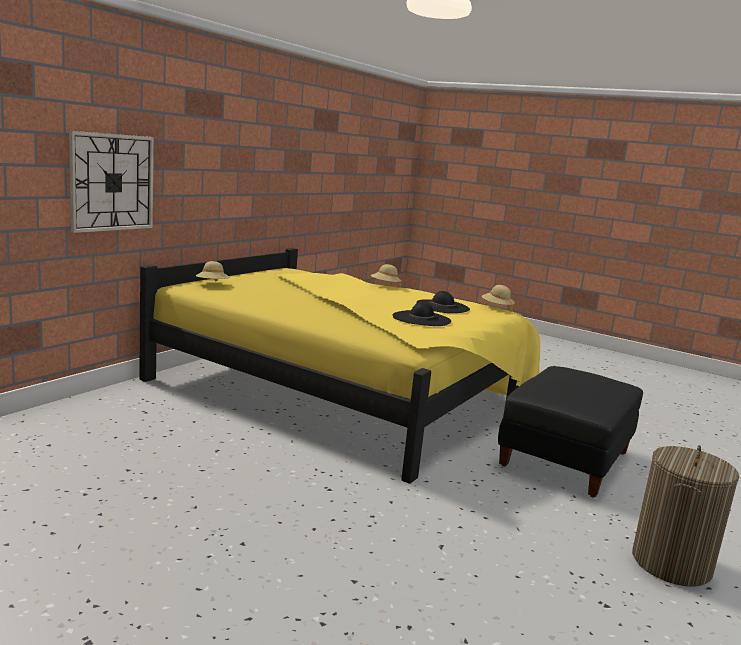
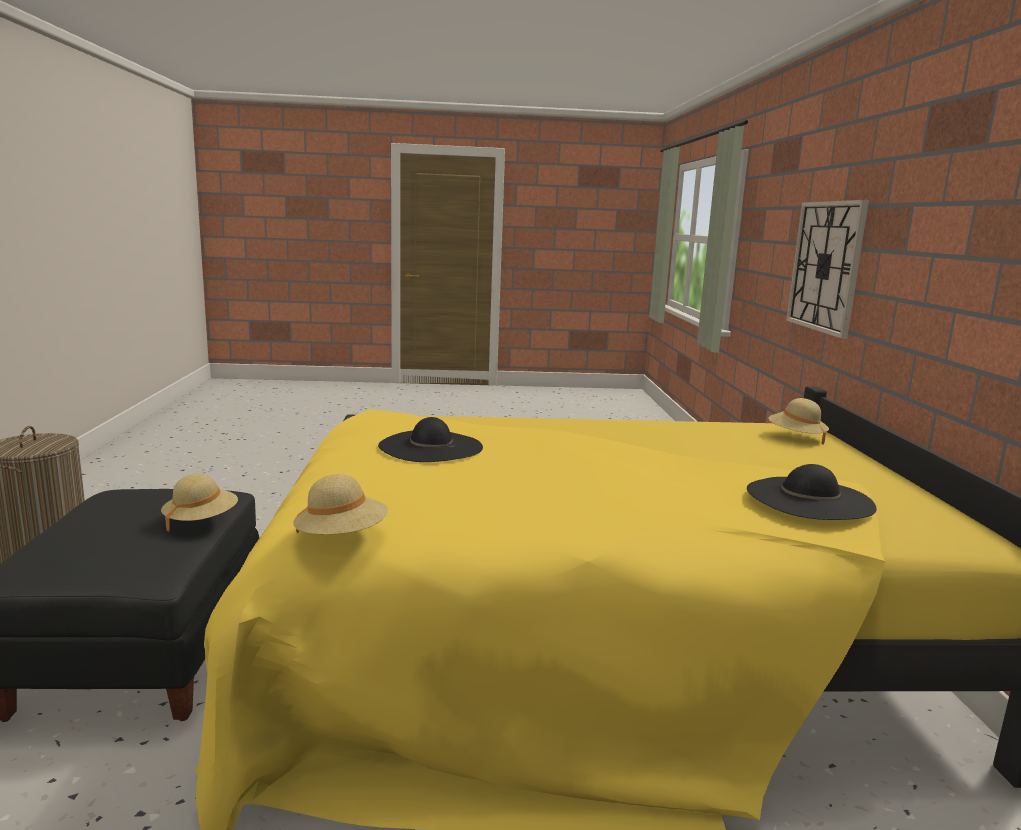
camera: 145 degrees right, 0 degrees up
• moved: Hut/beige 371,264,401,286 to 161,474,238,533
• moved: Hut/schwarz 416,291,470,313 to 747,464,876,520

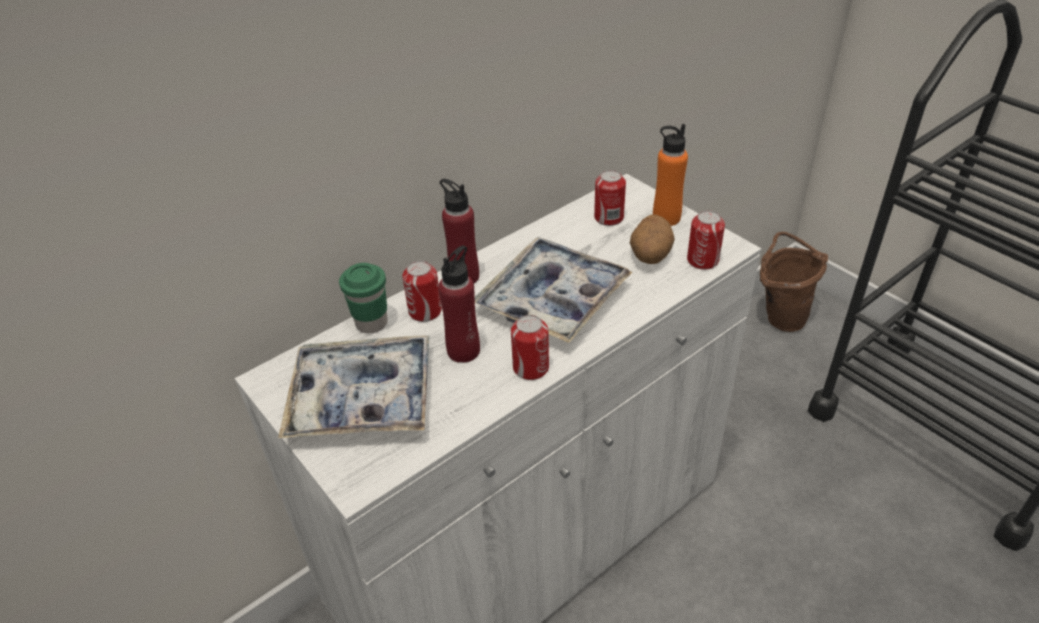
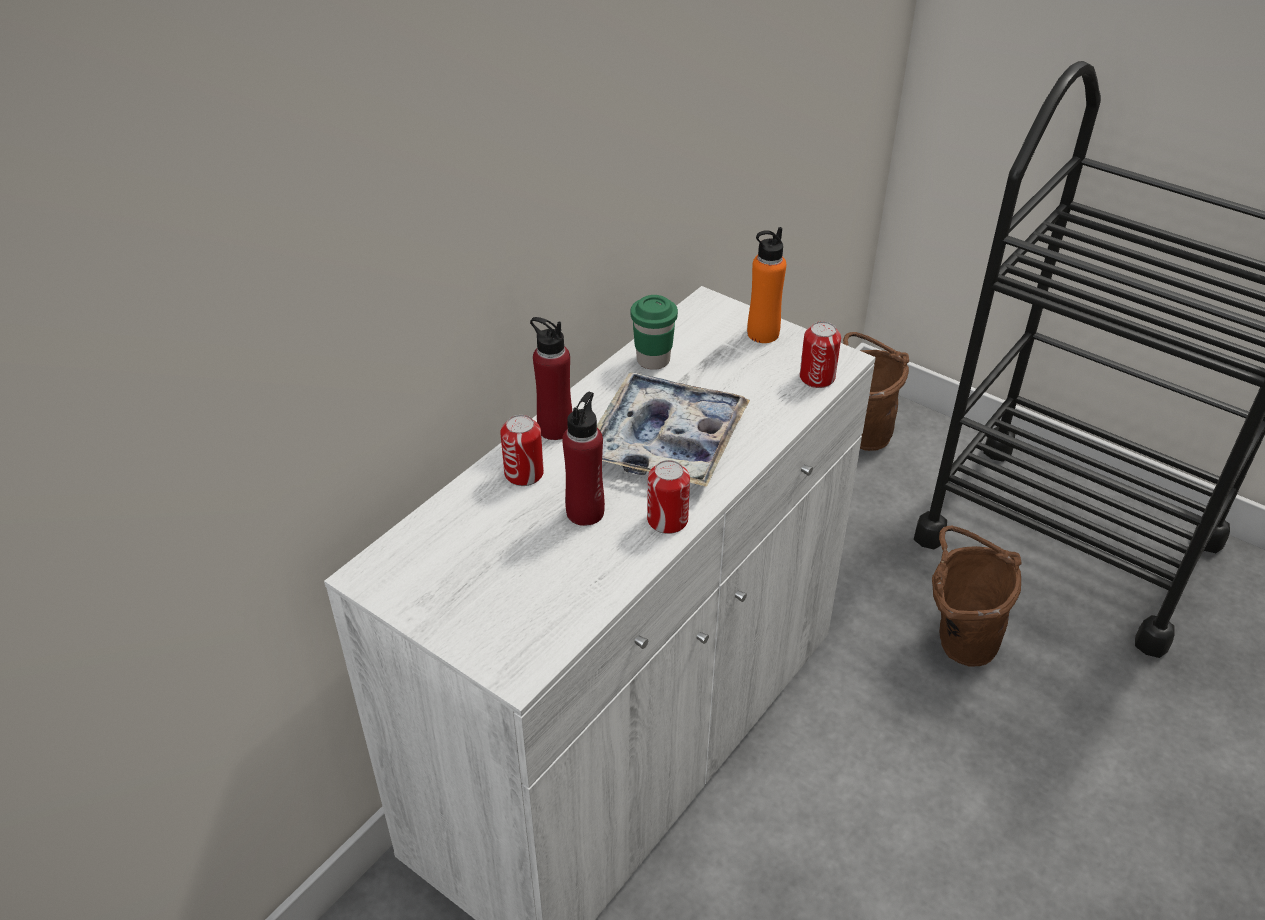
camera: 15 degrees left, 0 degrees up
• removed: Tablett 278,335,430,438
• removed: Dose 594,170,626,226
• removed: Kartoffel 630,215,675,264
• added: Eimer/braun 932,526,1021,667
• moved: Tasse/grün 339,263,387,333 to 631,295,678,370

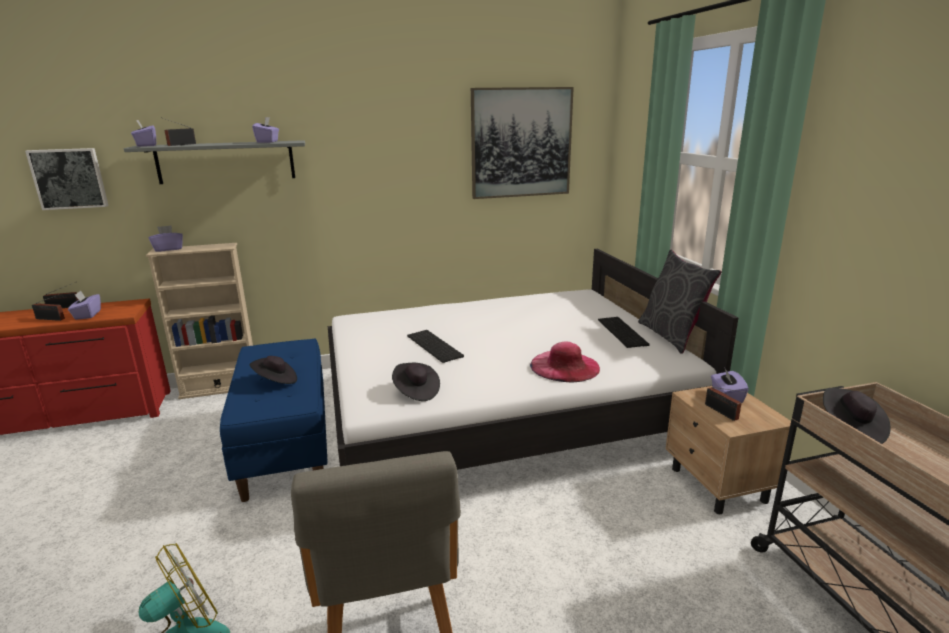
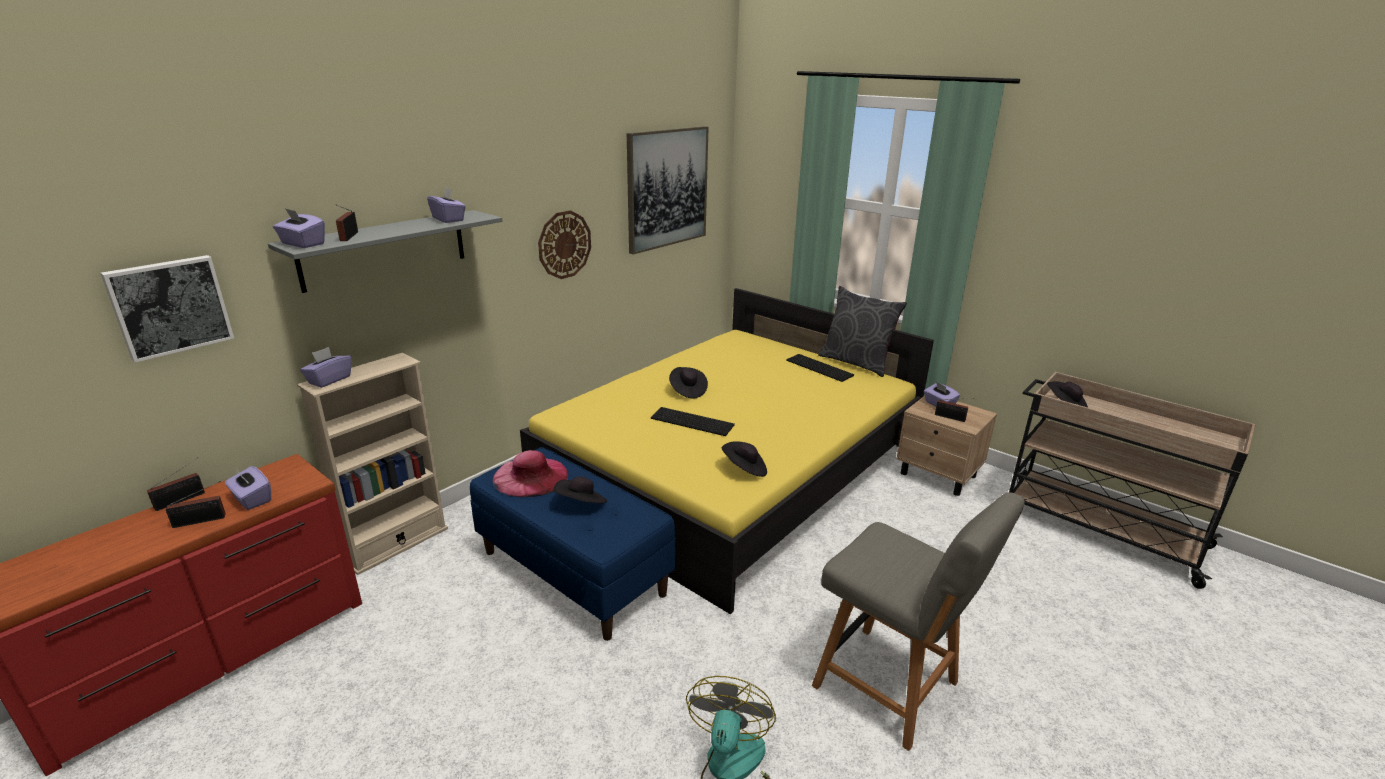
camera: 35 degrees left, 5 degrees up
• added: Wanduhr 538,210,591,279
• added: Hut/schwarz 669,367,708,399
• moved: Hut/rosa 530,342,600,383 to 493,450,568,497
• recoloured: Bett/weiß 328,249,738,470 to Bett/gelb 520,288,934,614

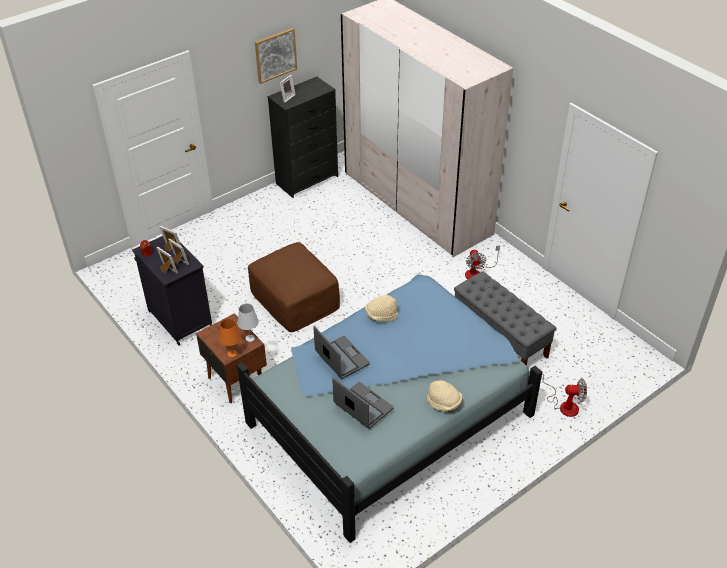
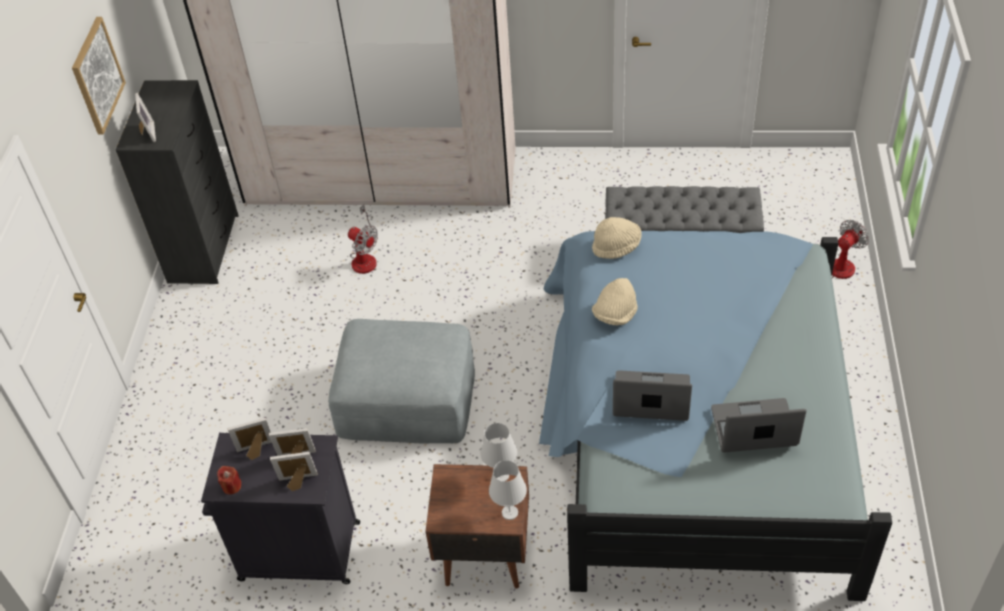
camera: 45 degrees left, 5 degrees up
• moved: Hut/beige 427,380,462,411 to 592,217,642,259
• moved: Ventilator 465,246,500,279 to 348,204,378,274
• recoloured: Tischlampe/orange 219,319,241,357 to Tischlampe/weiß 489,460,527,520
• recoloured: Polsterhocker/braun 248,242,340,332 to Polsterhocker/grau 328,319,475,443

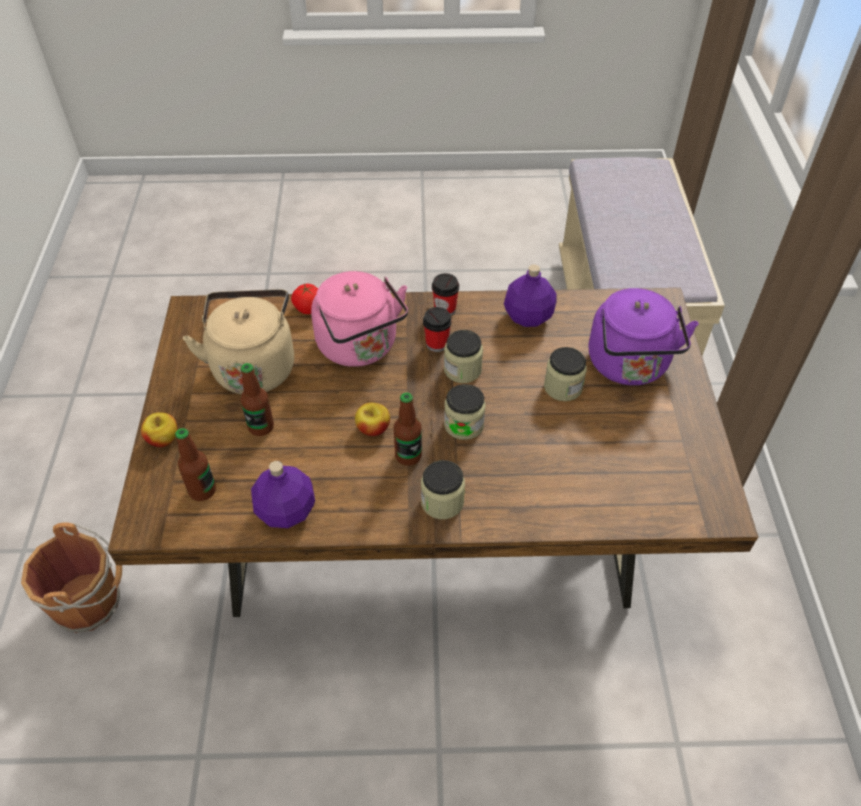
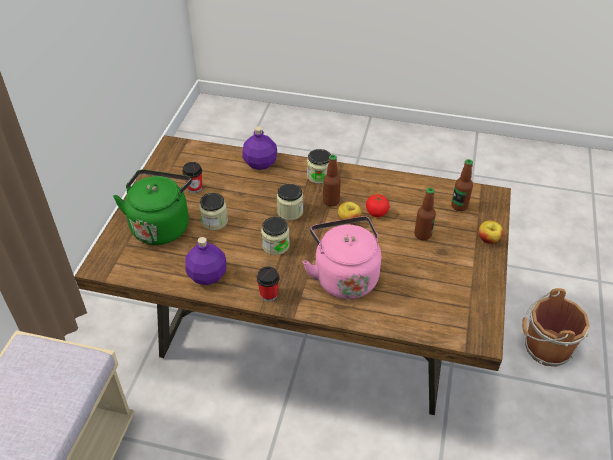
camera: 165 degrees left, 5 degrees down
• removed: Wasserkessel/beige 183,289,294,395
• moved: Flasche/lila 251,461,315,528 to 242,126,277,170
• moved: Tomate 291,283,318,314 to 366,194,390,217
• moved: Tasse 423,307,452,352 to 182,162,202,193
• recoloured: Wasserkessel/lila 589,288,699,385 to Wasserkessel/grün 113,169,192,245

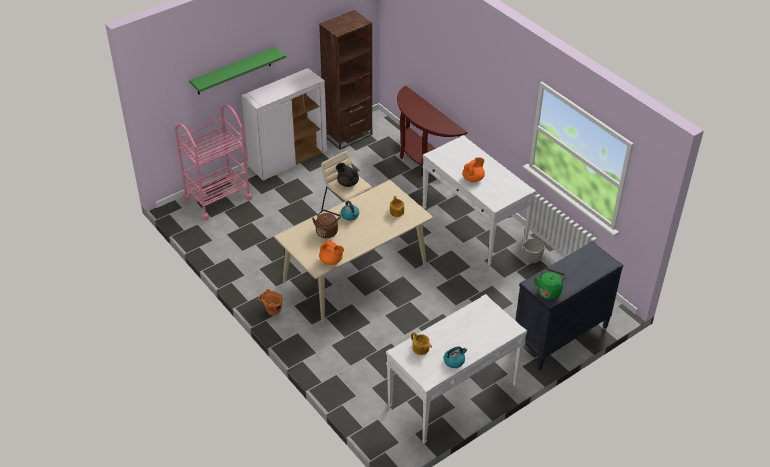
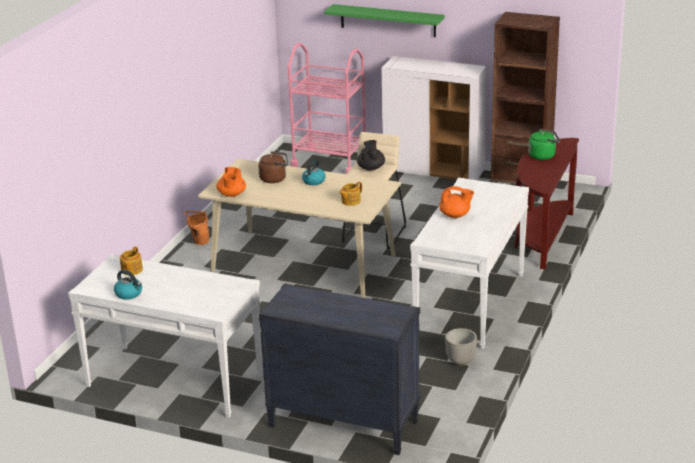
camera: 60 degrees right, 15 degrees down
• moved: Wasserkessel/grün 534,268,566,300 to 528,129,560,160

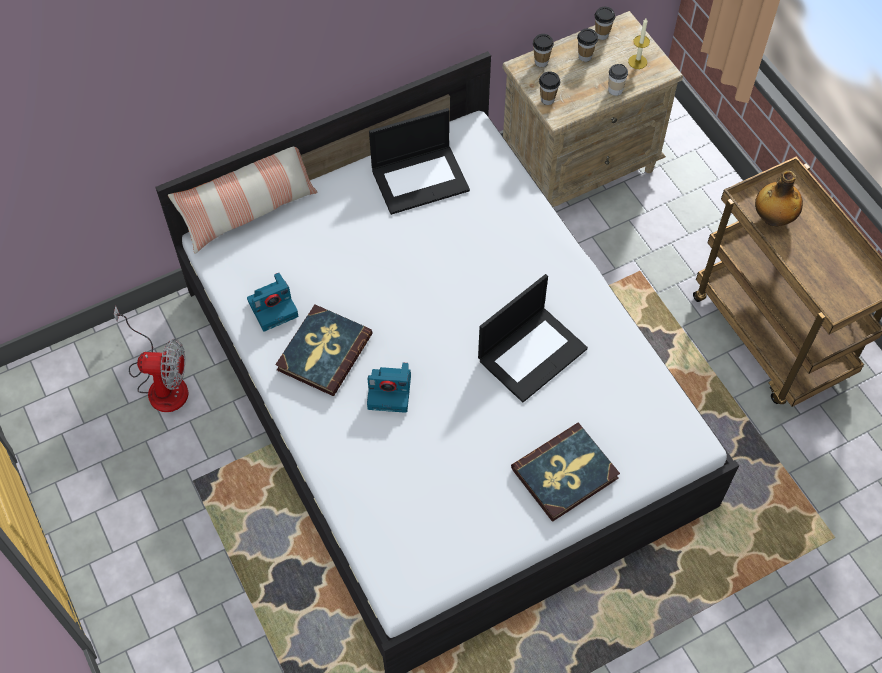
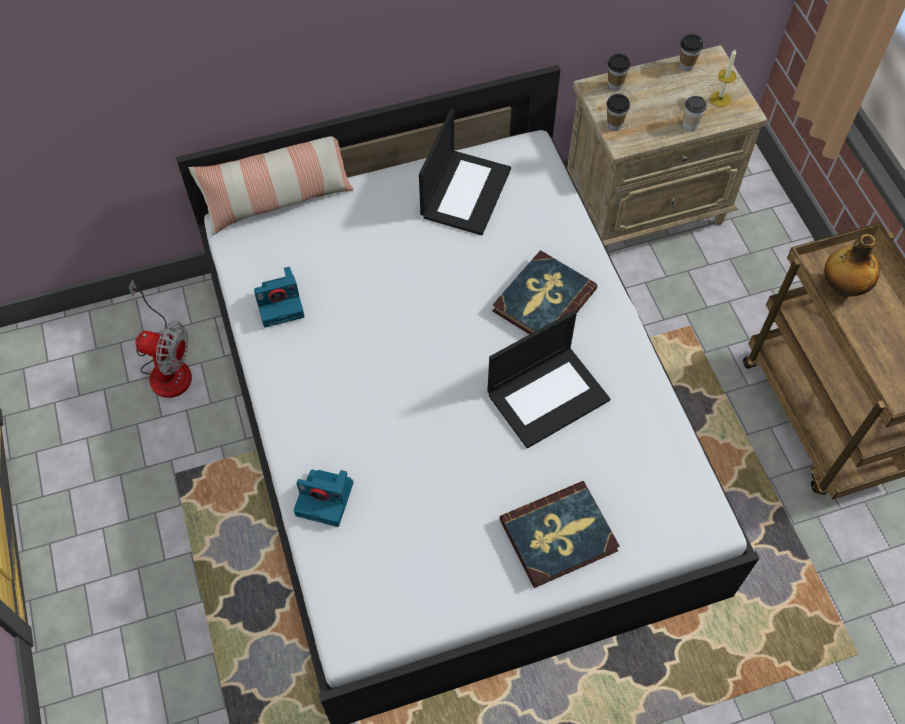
camera: 10 degrees right, 0 degrees up
• removed: Tasse 577,28,598,62
• moved: Buch 275,304,373,396 to 492,250,597,334
• moved: Kamera 367,363,411,413 to 294,469,354,527
• turned: Laptop 369,108,470,215 = 419,109,511,235 60 degrees counterclockwise

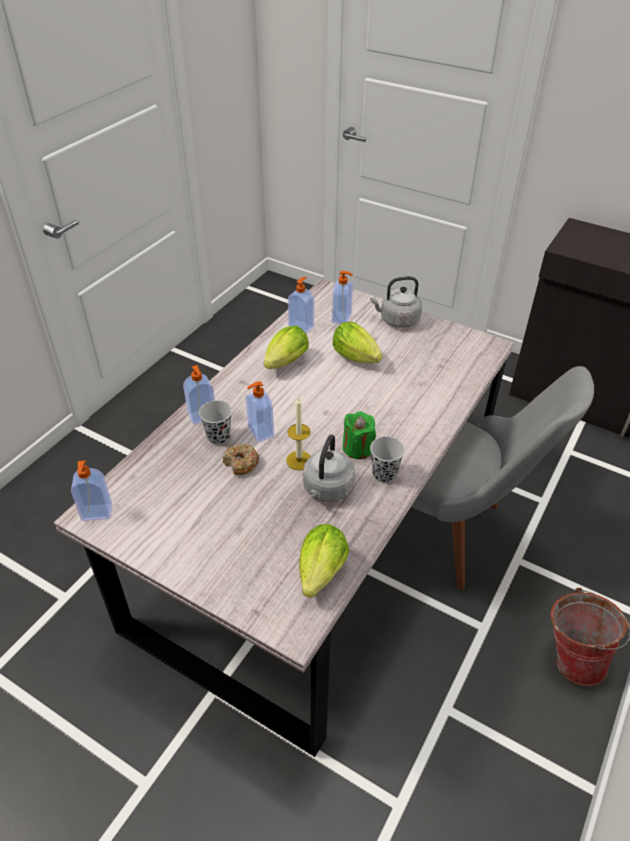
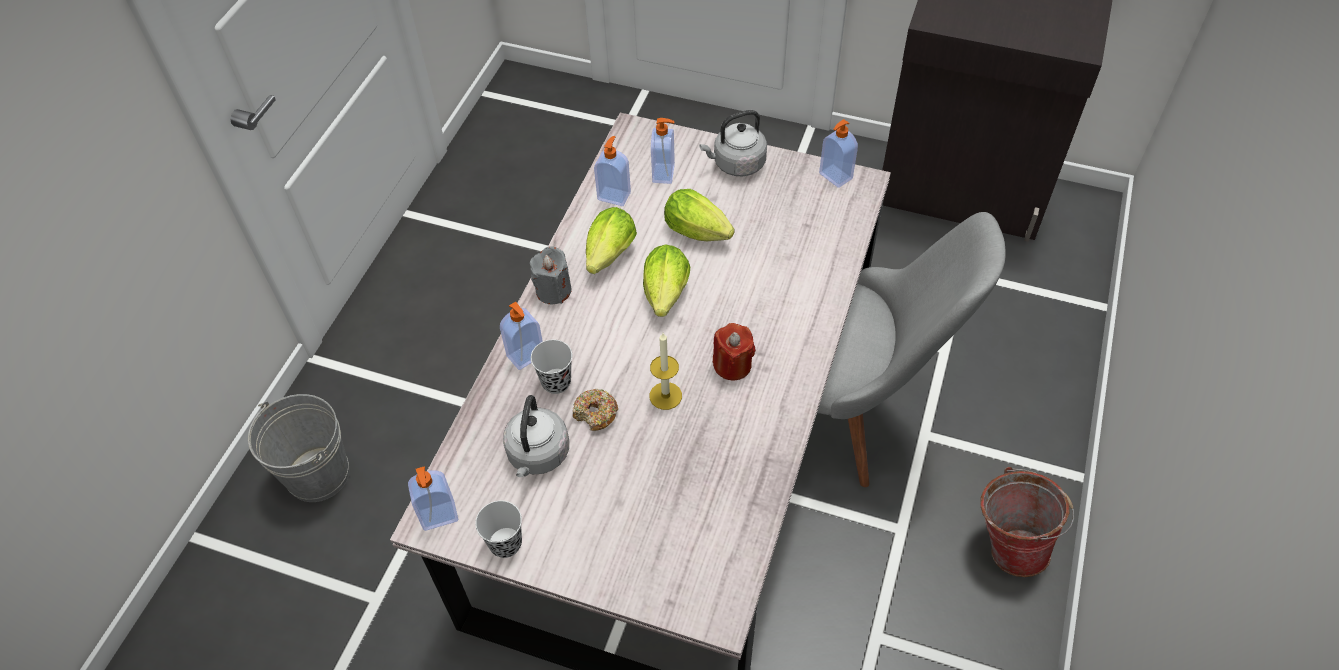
camera: 10 degrees left, 10 degrees up
• added: Eimer/grau 248,394,349,502
• added: Kerze/grau 530,246,572,304
• moved: Seifenspender 246,381,274,443 to 819,119,858,188
• moved: Salatkopf 299,524,349,598 to 643,244,690,317
• moved: Wasserkessel/grau 303,434,355,502 to 503,395,569,477
• moved: Tasse/schwarz 370,436,405,483 to 475,501,522,558
• recoloured: Kerze/grün 343,411,376,459 to Kerze/rot 713,323,756,380

